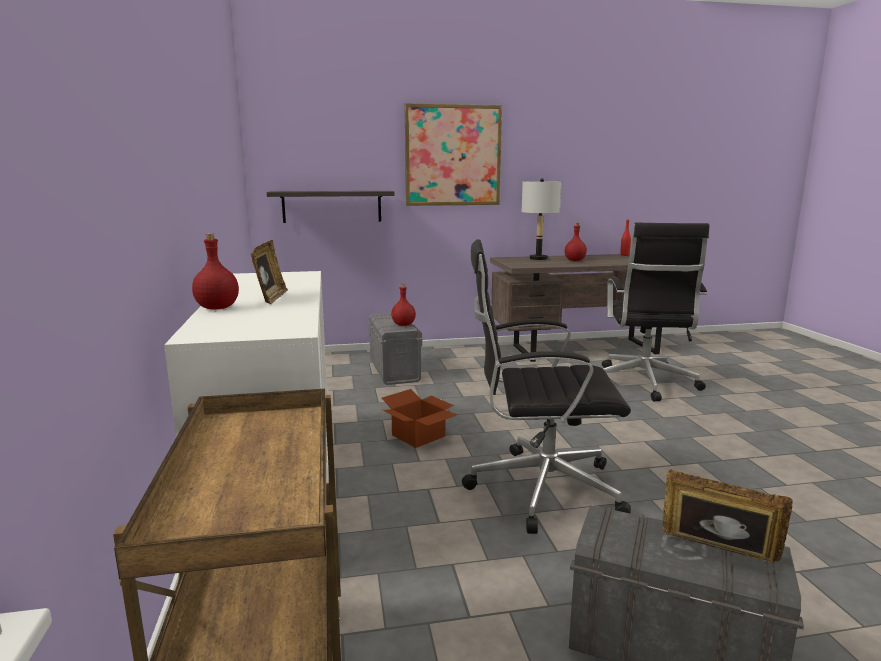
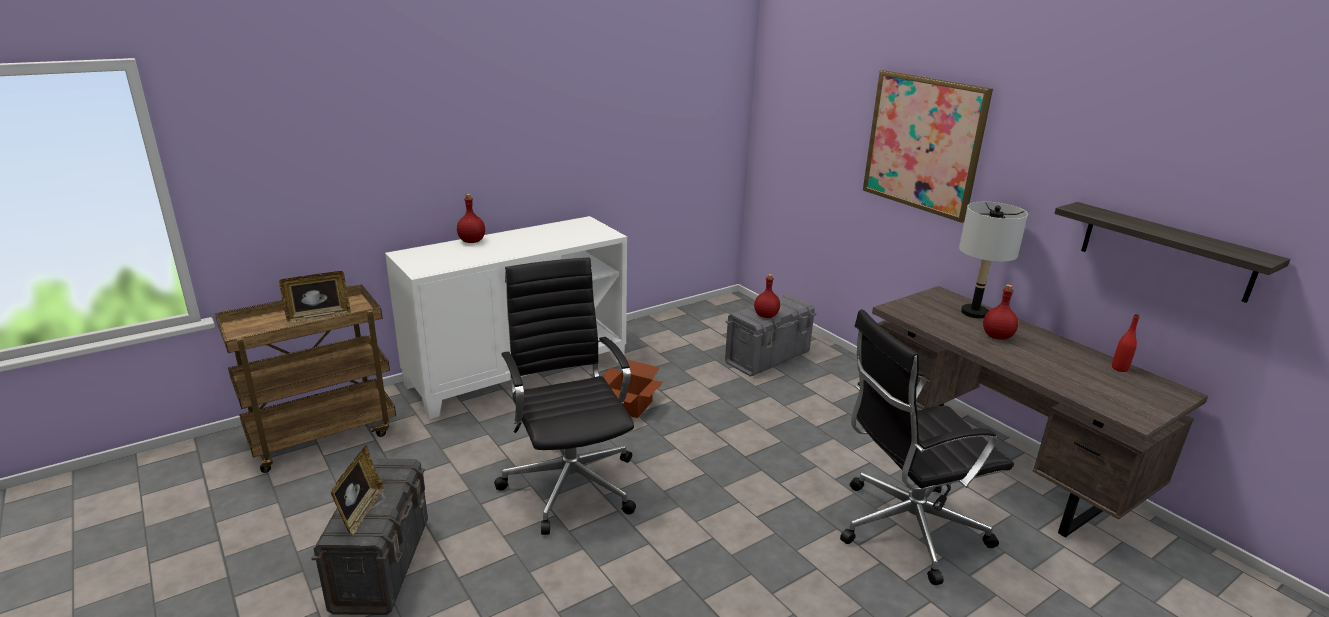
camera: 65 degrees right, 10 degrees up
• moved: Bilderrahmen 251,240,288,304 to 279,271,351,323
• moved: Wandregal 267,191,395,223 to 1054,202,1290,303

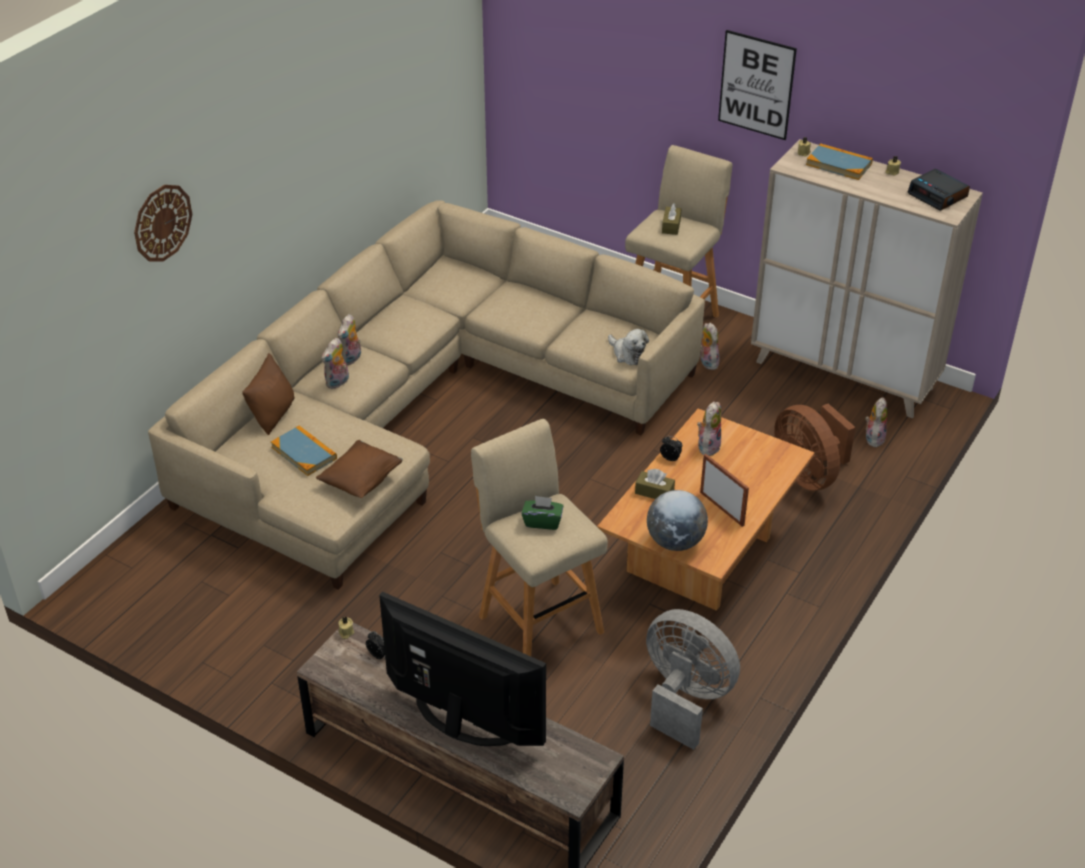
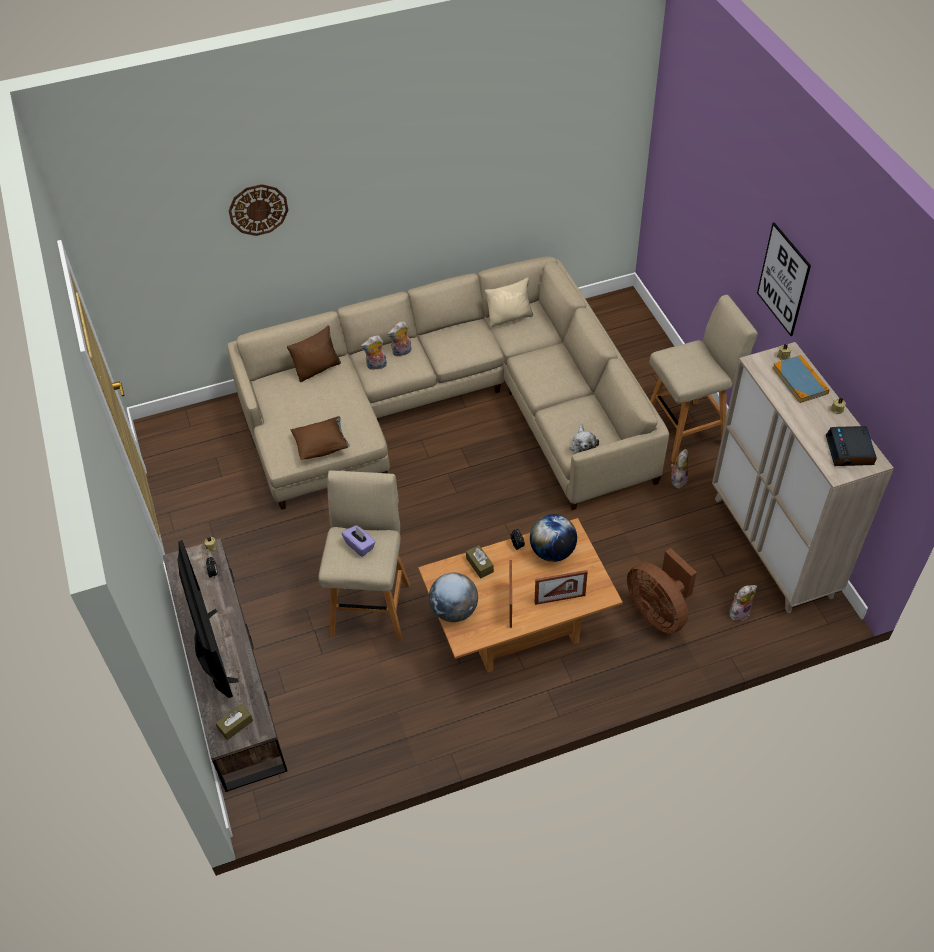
camera: 40 degrees right, 10 degrees up
• removed: Buch 271,425,337,476
• removed: Ventilator/grau 646,609,740,750
• added: Kissen/beige 485,277,533,327
• added: Bilderrahmen 535,570,588,605
• moved: Taschentuchbox/braun 662,204,682,235 to 216,704,253,740
• replaced: Plüschtier 697,402,722,456 to Globus 530,514,577,562
• recoloured: Taschentuchbox/grün 521,496,563,530 to Taschentuchbox/lila 342,525,376,557
• turned: Ventilator/braun 774,403,856,491 = 627,548,697,633 45 degrees counterclockwise

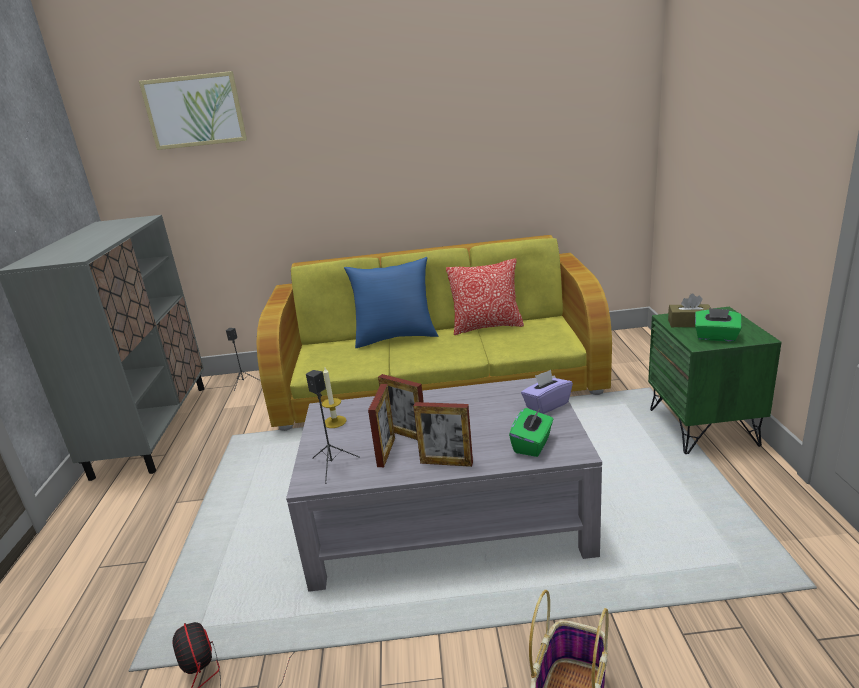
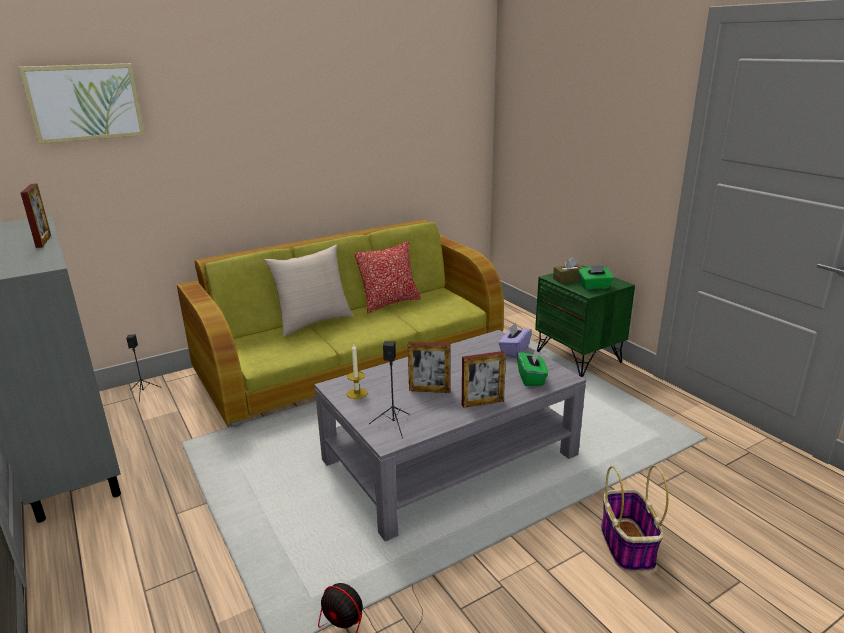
camera: 30 degrees left, 0 degrees up
• moved: Bilderrahmen 368,384,395,467 to 21,183,51,248
• recoloured: Kissen/blau 344,257,438,348 to Kissen/beige 264,244,354,337

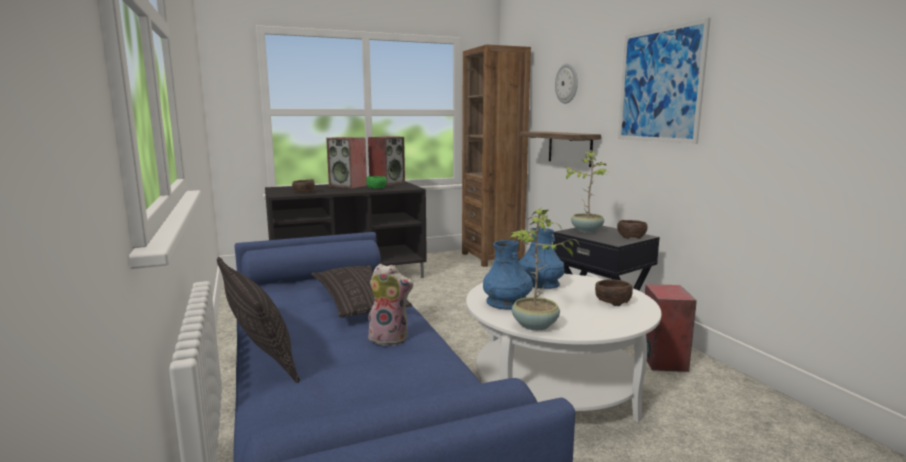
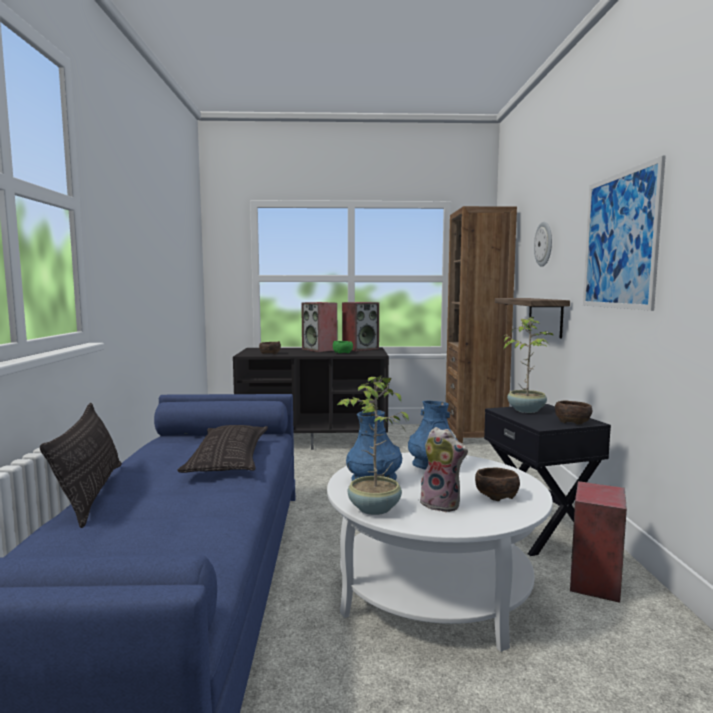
camera: 20 degrees right, 5 degrees down
• moved: Plüschtier 366,264,413,346 to 420,427,468,512

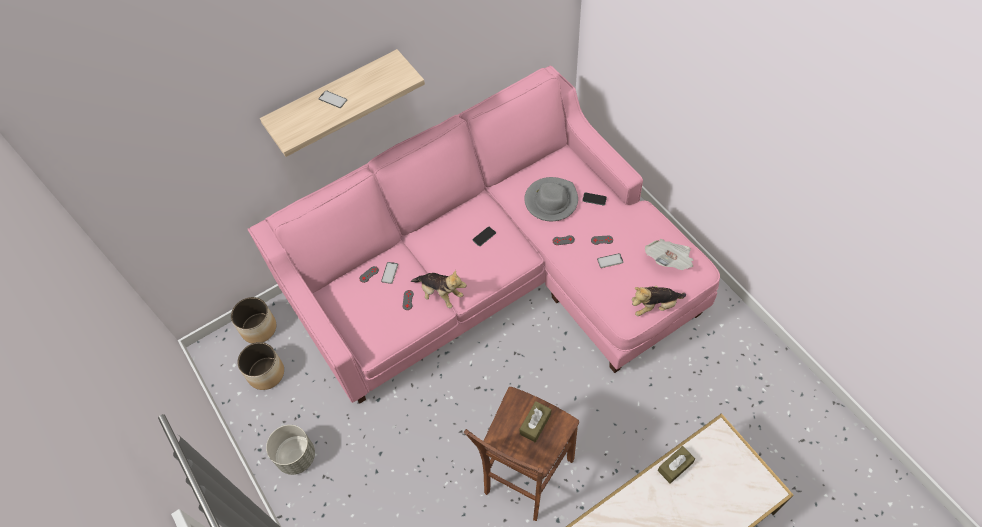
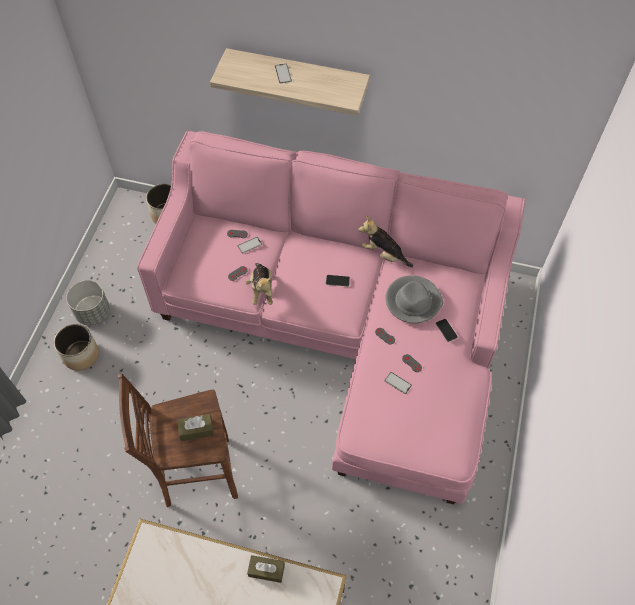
camera: 45 degrees right, 0 degrees up
• removed: Zeitung 645,239,693,270
• moved: Pflanzkübel 237,342,284,390 to 54,324,99,371
• moved: Plüschtier 632,286,686,316 to 358,216,413,267

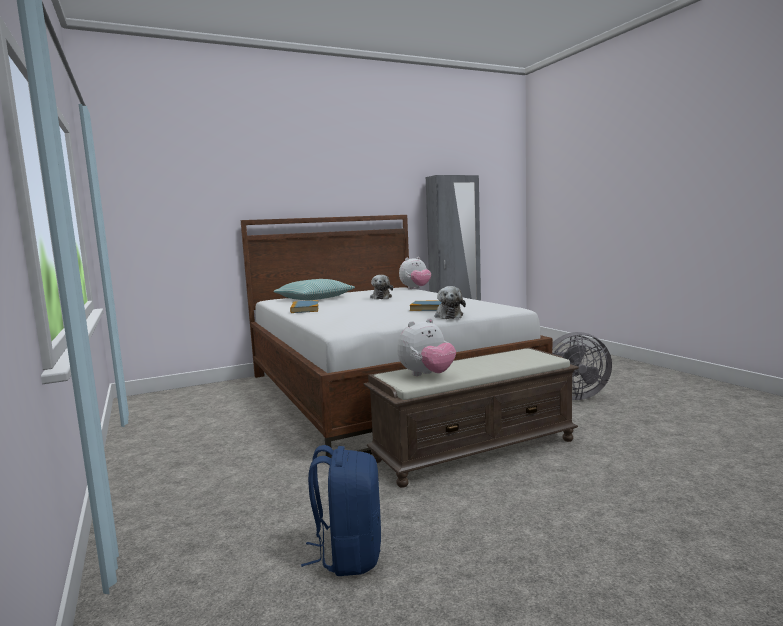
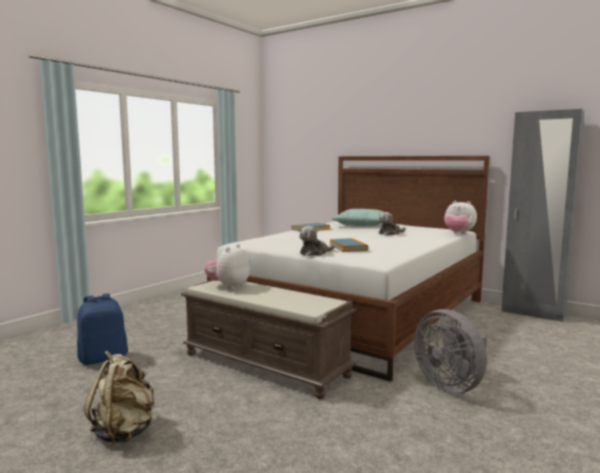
camera: 60 degrees right, 0 degrees up
• added: Rucksack/beige 84,351,155,443
• turned: Plüschtier 397,318,456,376 = 204,244,250,290 90 degrees clockwise

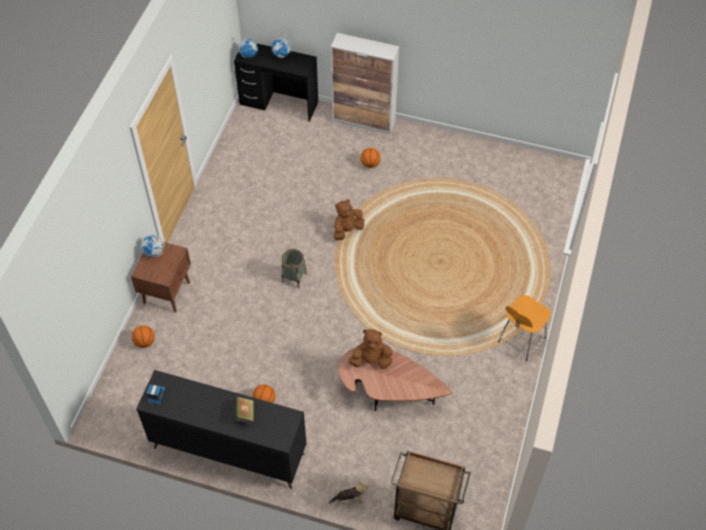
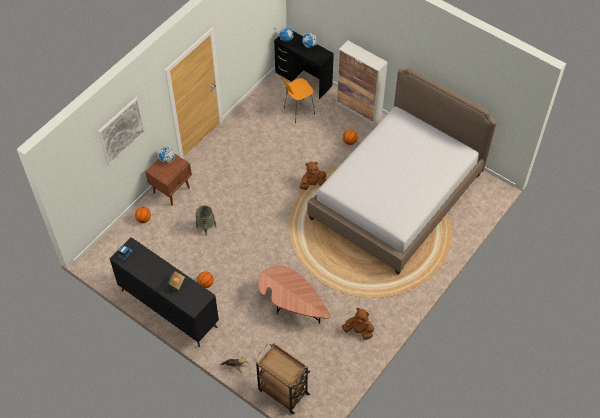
camera: 20 degrees right, 0 degrees up
• added: Bild 98,97,145,166
• added: Bett 307,68,497,275
• moved: Korb 281,249,307,288 to 196,206,217,235
• moved: Plüschtier/braun 348,329,393,369 to 342,308,374,340
• moved: Hocker/orange 498,295,551,361 to 281,76,315,123

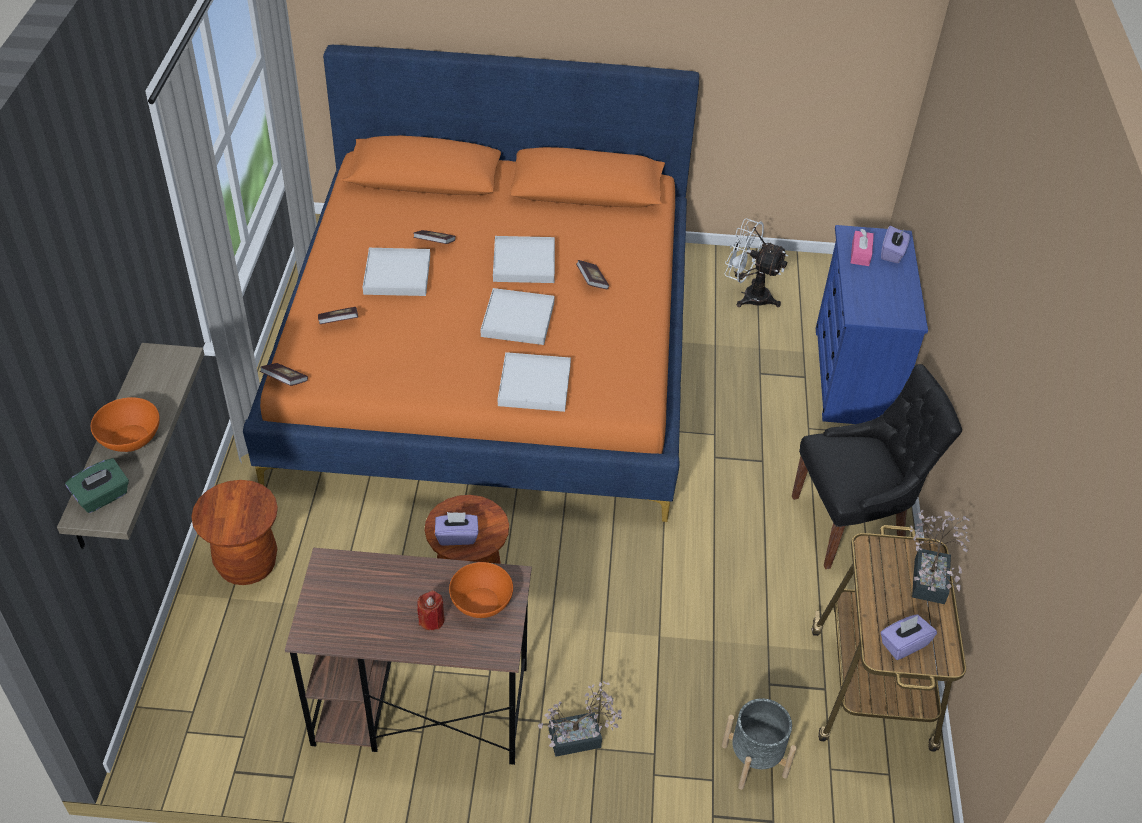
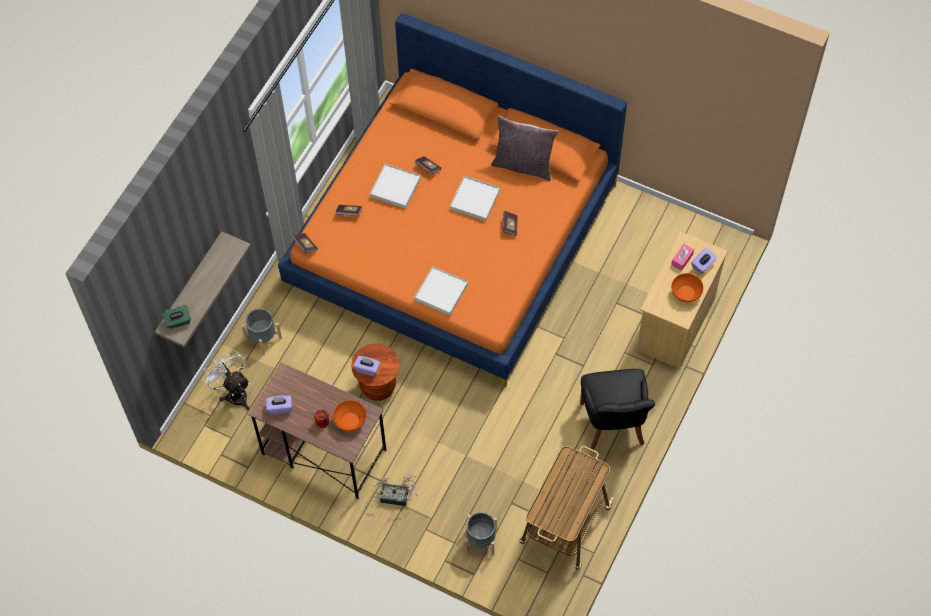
camera: 25 degrees right, 15 degrees up
• removed: Tablett/weiß 481,288,555,345
• removed: Topfpflanze 910,510,970,604
• added: Kissen/grau 491,115,559,181
• moved: Schüssel/orange 91,397,160,452 to 671,273,703,302
• moved: Ventilator/weiß 725,218,788,307 to 202,349,250,410
• moved: Taschentuchbox/lila 880,614,937,660 to 266,395,292,414
• replaced: Hocker/braun 191,480,278,585 to Pflanzkübel/grau 241,308,282,355
• recoloured: Kommode/blau 816,225,928,424 to Kommode/beige 636,231,728,369
• turned: Stuhl/schwarz 792,364,962,569 = 580,369,655,450 75 degrees clockwise

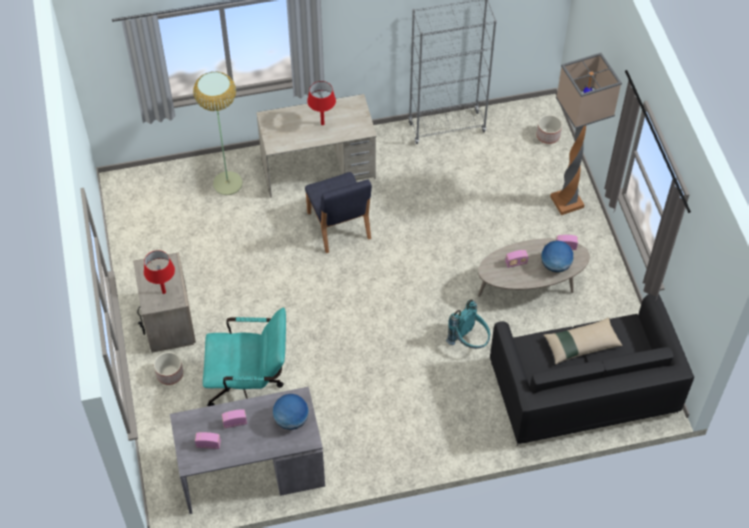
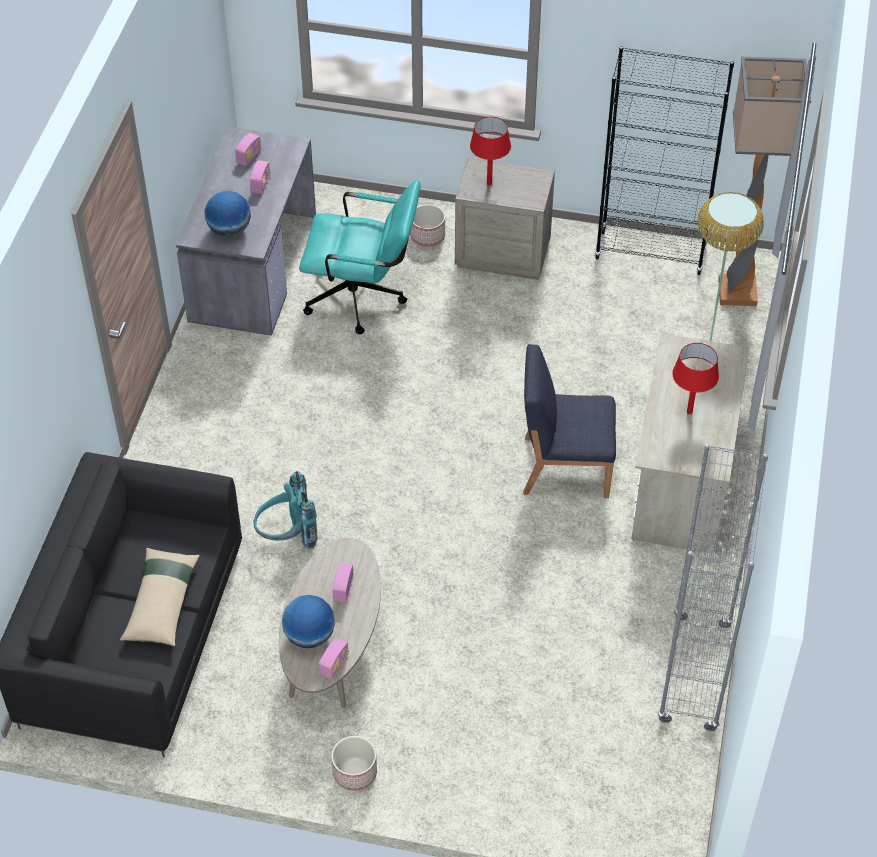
camera: 115 degrees right, 5 degrees down
• added: Bücherregal/schwarz 594,46,734,275
• moved: Pflanzkübel 536,115,562,144 to 331,736,377,791
• moved: Stehlampe 550,53,622,215 to 718,57,811,306
• turned: Bürostuhl/türkis 203,308,286,406 = 299,180,421,334 105 degrees counterclockwise

